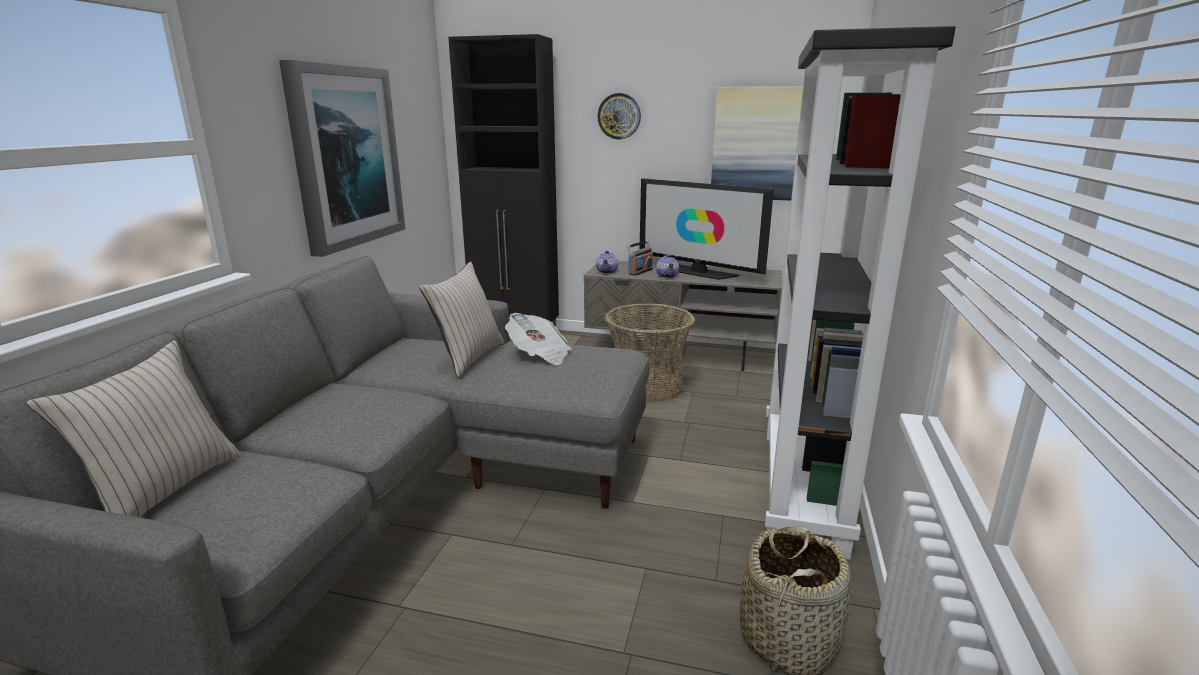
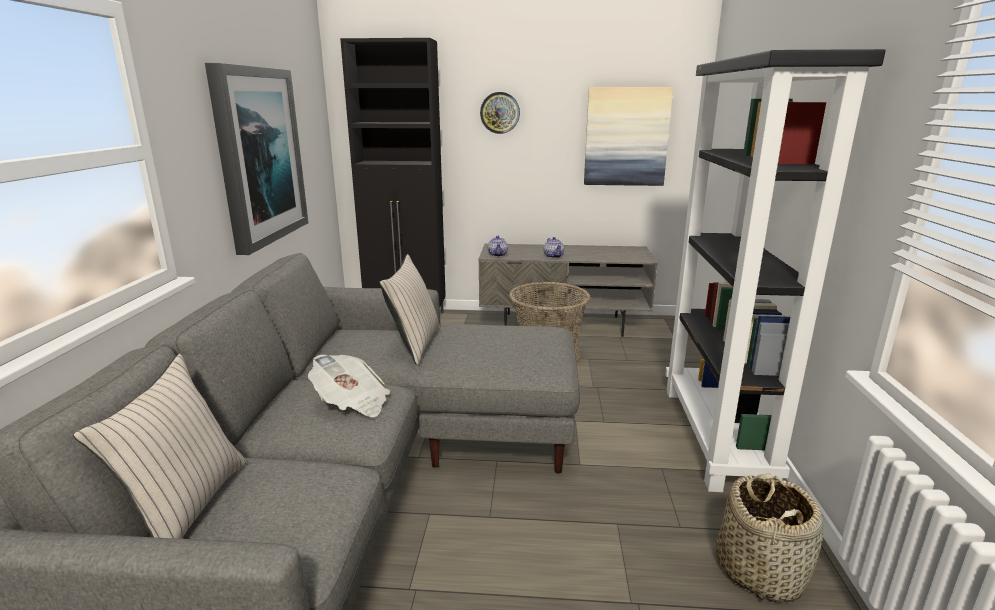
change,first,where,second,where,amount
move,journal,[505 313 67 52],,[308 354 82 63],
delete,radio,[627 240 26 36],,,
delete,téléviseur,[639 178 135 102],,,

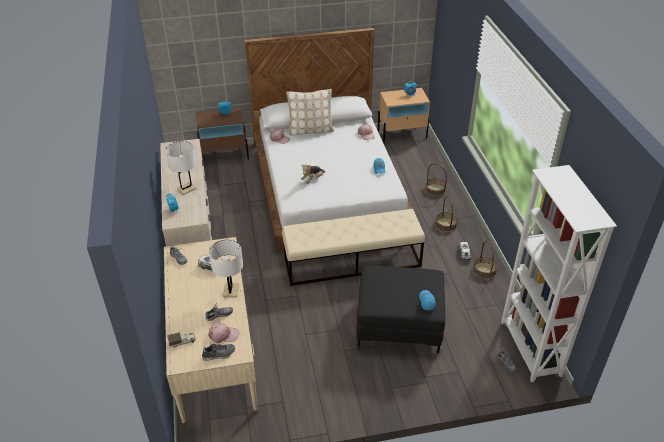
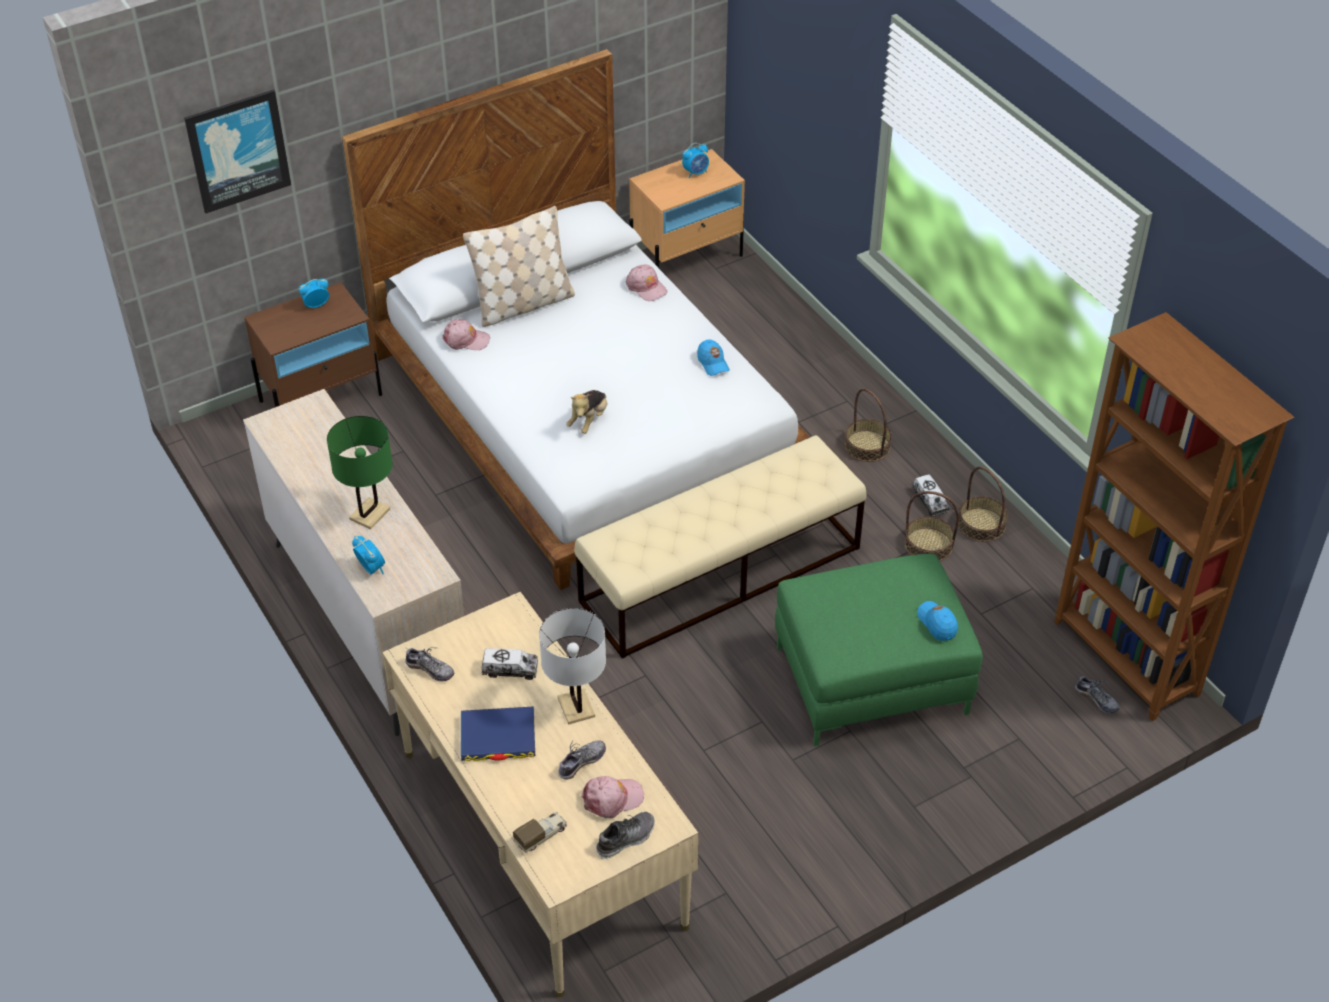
change,first,where,second,where,amount
insert,,,tableau,[184 90 107 123],
recolor,lampe de table (blanc),[166 141 30 54],lampe de table (vert),[327 416 66 113],
insert,,,livre (bleu),[461 706 74 55],
recolor,pouf (noir),[356 265 89 88],pouf (vert),[775 554 208 192],
move,panier,[425 163 22 33],,[905 491 54 70],
recolor,bibliothèque (blanc),[501 165 116 217],bibliothèque (marron),[1054 312 240 409],

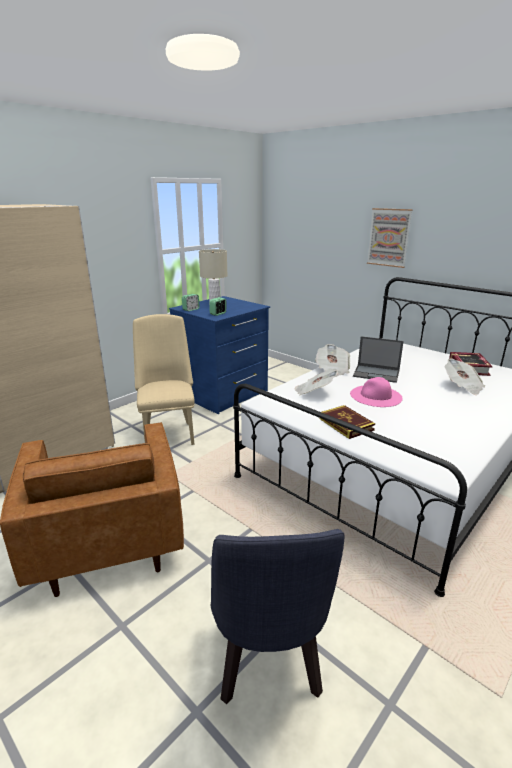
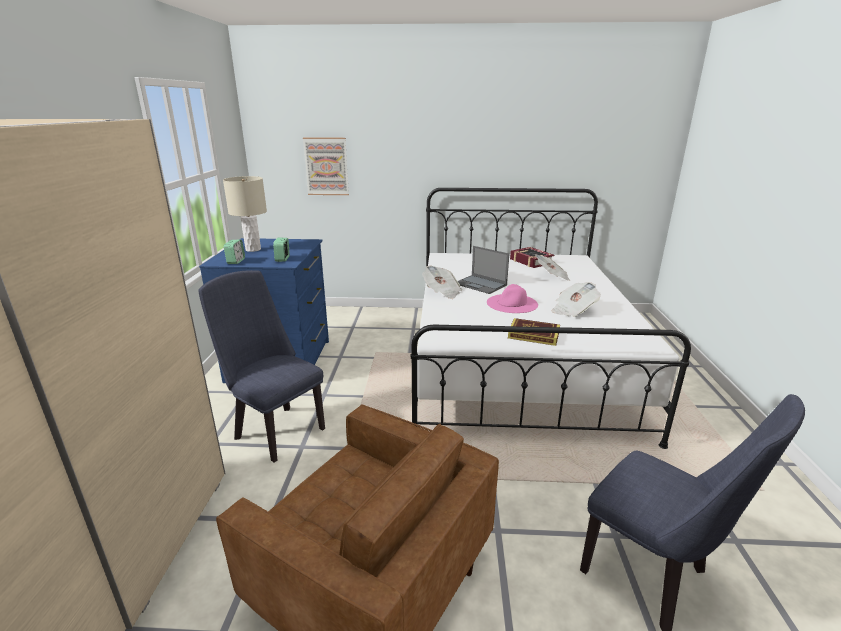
change,first,where,second,where,amount
recolor,chaise (beige),[133 314 62 131],chaise (bleu),[198 270 127 193],
move,tableau,[367 208 46 60],,[303 137 46 58],
rotate,ordinateur portable,[353 336 51 47],,[458 246 51 48],60 degrees clockwise
move,journal,[294 369 44 27],,[552 282 49 35],

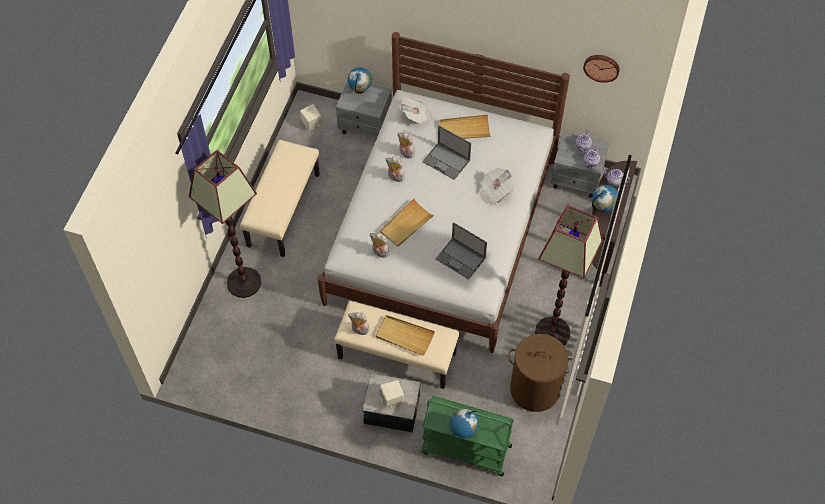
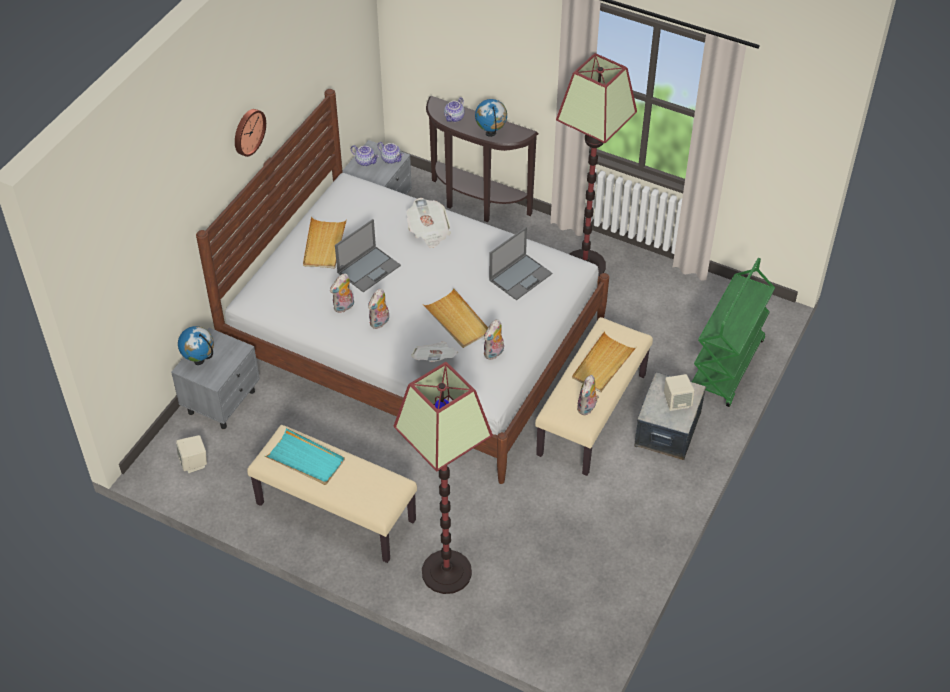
change,first,where,second,where,amount
move,horloge murale,[583 55 37 28],,[235 109 31 48],
insert,,,plateau (turquoise),[265 428 80 57],
move,journal,[399 97 36 27],,[411 341 48 21],
delete,globe,[450 409 29 29],,,
delete,panier à linge (marron),[508 334 64 78],,,

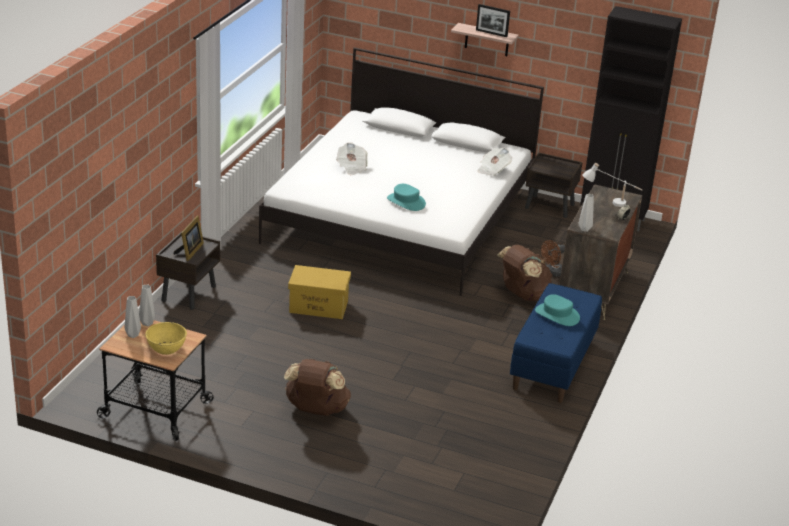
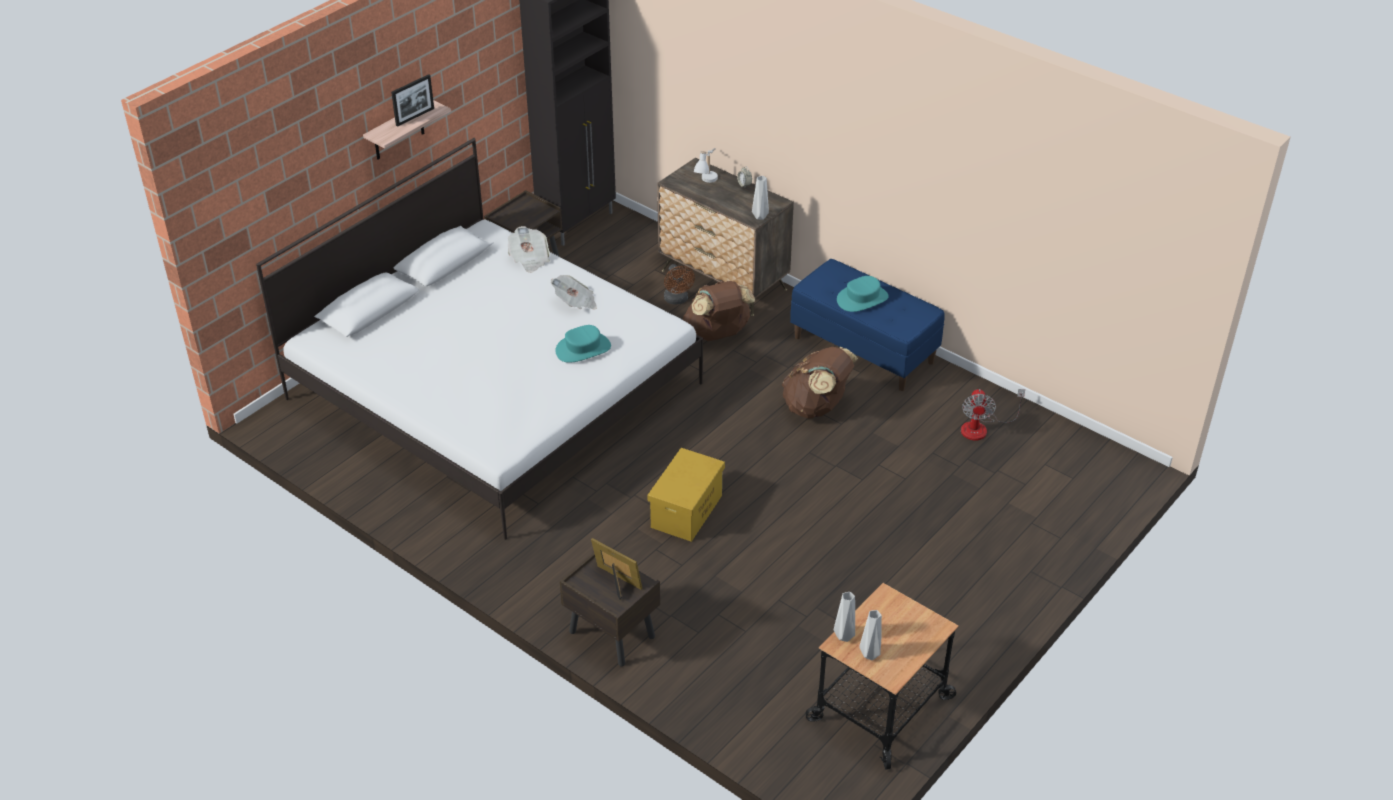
change,first,where,second,where,amount
move,journal,[336 142 32 33],,[551 275 46 34],
move,sac à dos (marron),[284 359 67 57],,[782 347 76 72],
insert,,,ventilateur,[961 389 64 52],
delete,bol (jaune),[145 322 42 33],,,

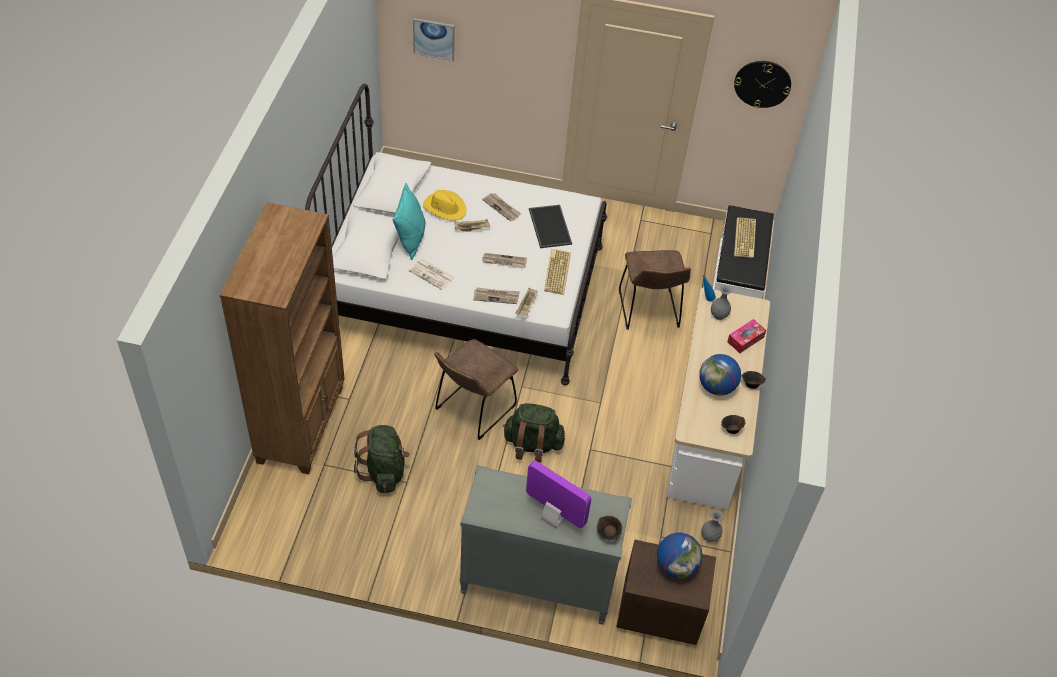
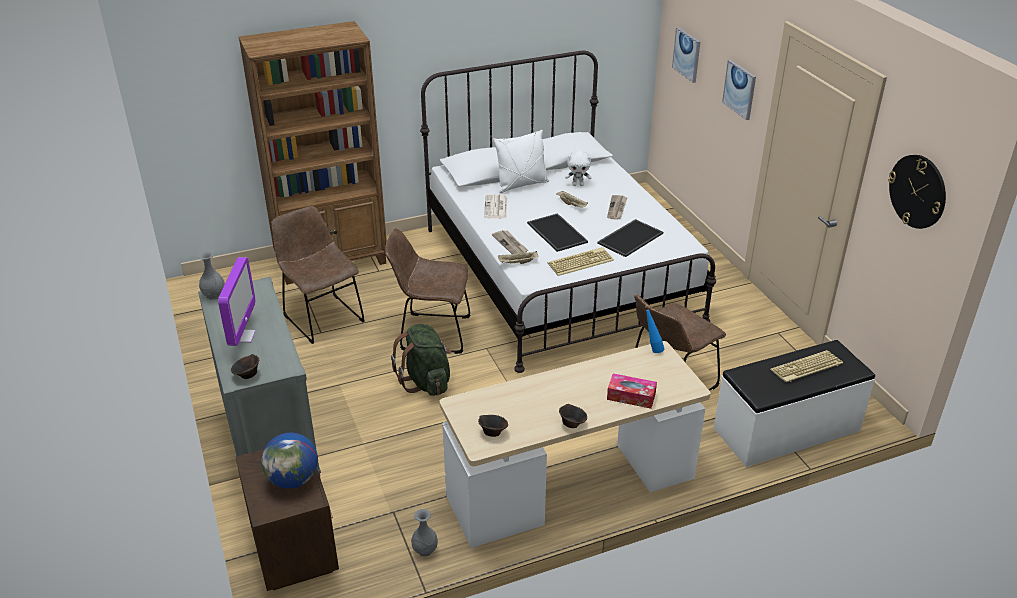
change,first,where,second,where,amount
move,vase (gris),[711 285 21 35],,[198 251 27 49],
replace,sac à dos (vert),[354 425 56 68],chaise (marron),[271 206 94 138],
recolor,coussin (turquoise),[392 183 34 77],coussin (blanc),[493 130 56 63],
replace,journal,[482 253 45 16],plateau,[527 213 61 39],
replace,chapeau (jaune),[423 190 44 31],peluche (blanc),[565 150 26 36],
insert,,,tableau,[722 60 34 60],
delete,globe,[699 354 42 42],,,

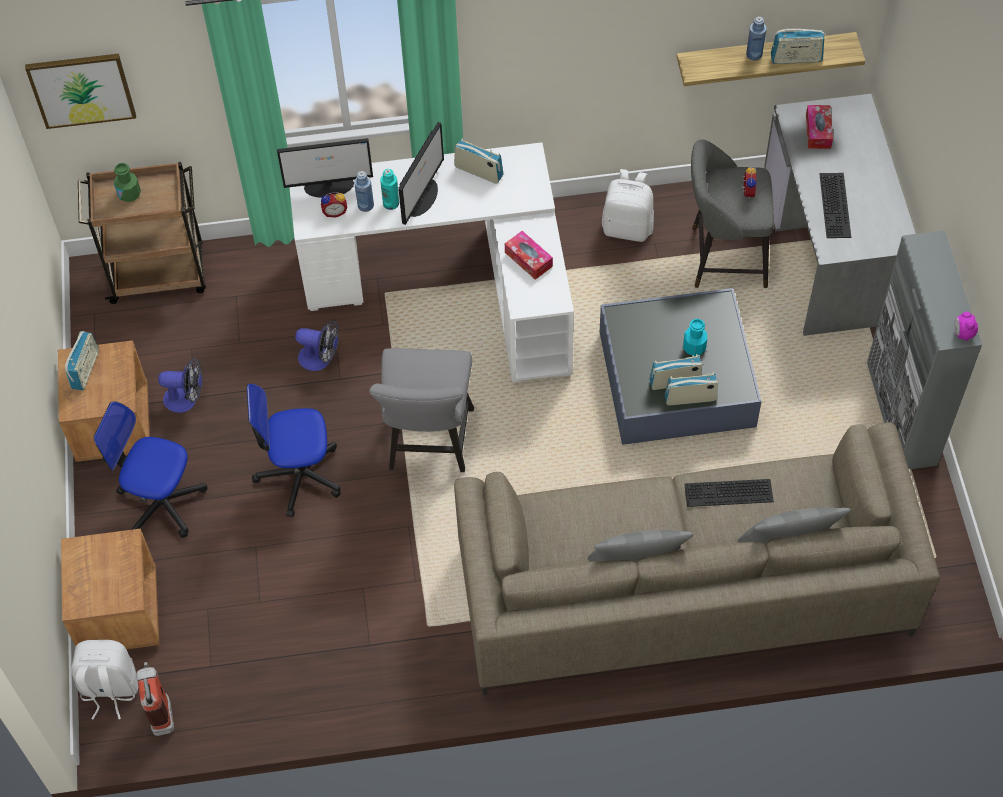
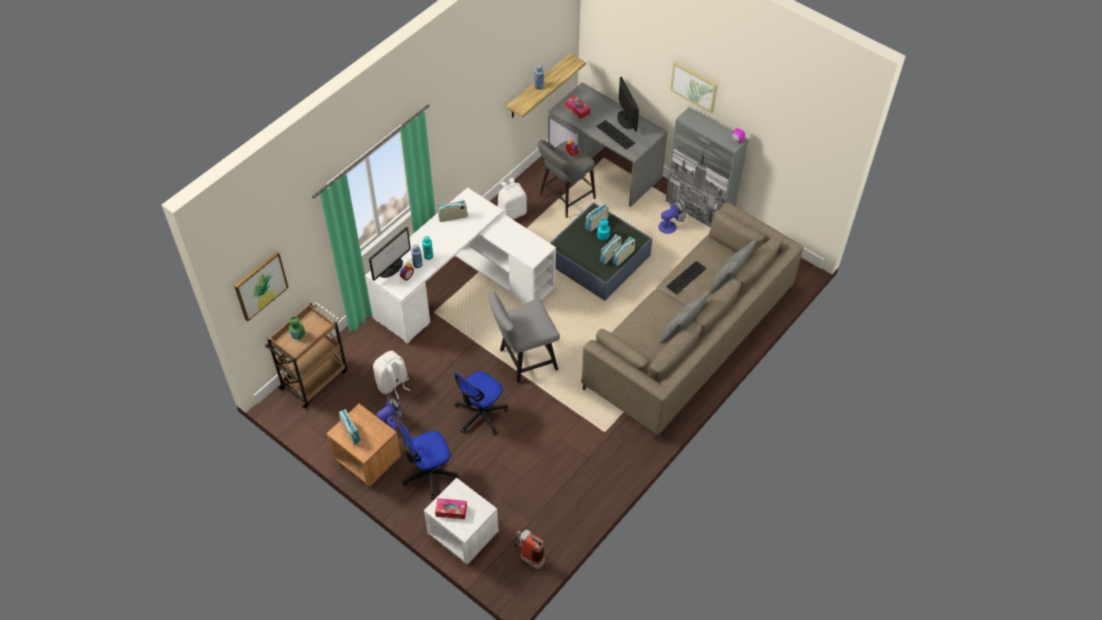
change,first,where,second,where,amount
move,sac à dos (blanc),[71 640 67 80],,[373 351 37 48],
recolor,table de chevet (marron),[61 529 98 120],table de chevet (blanc),[424 478 75 87],
move,boîte à mouchoirs,[505 231 48 49],,[435 498 32 21],
rotate,chaise (gris),[369 348 105 124],,[489 291 71 92],105 degrees clockwise
move,radio,[771 29 54 35],,[585 204 24 28],
move,écran d'ordinateur,[398 122 46 103],,[617 77 22 55],
move,ventilateur,[295 320 44 51],,[658 199 28 35],
insert,,,tableau,[670 62 48 51],

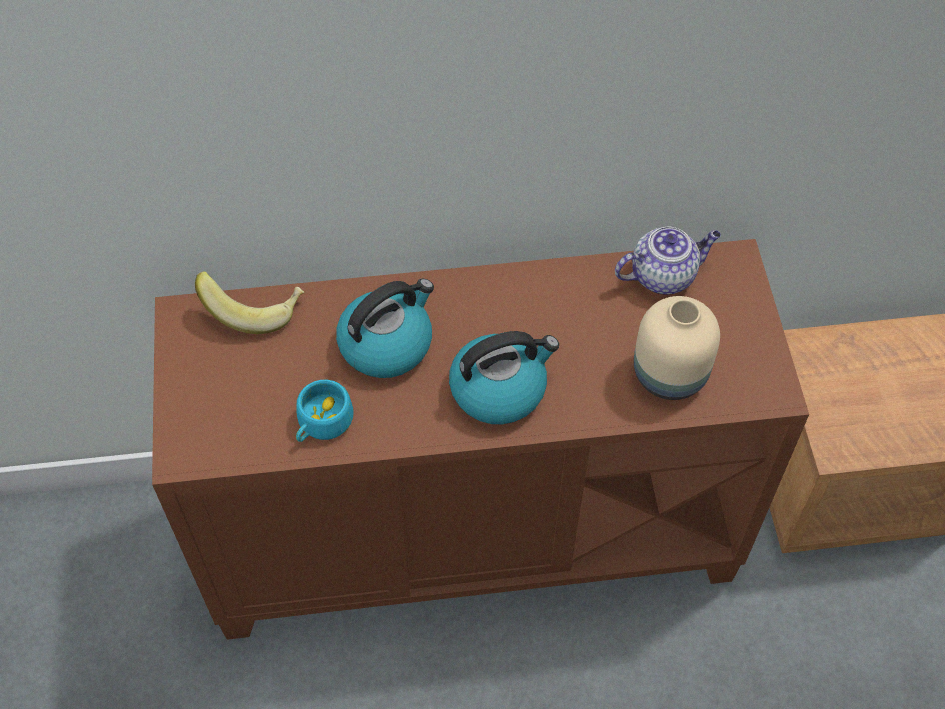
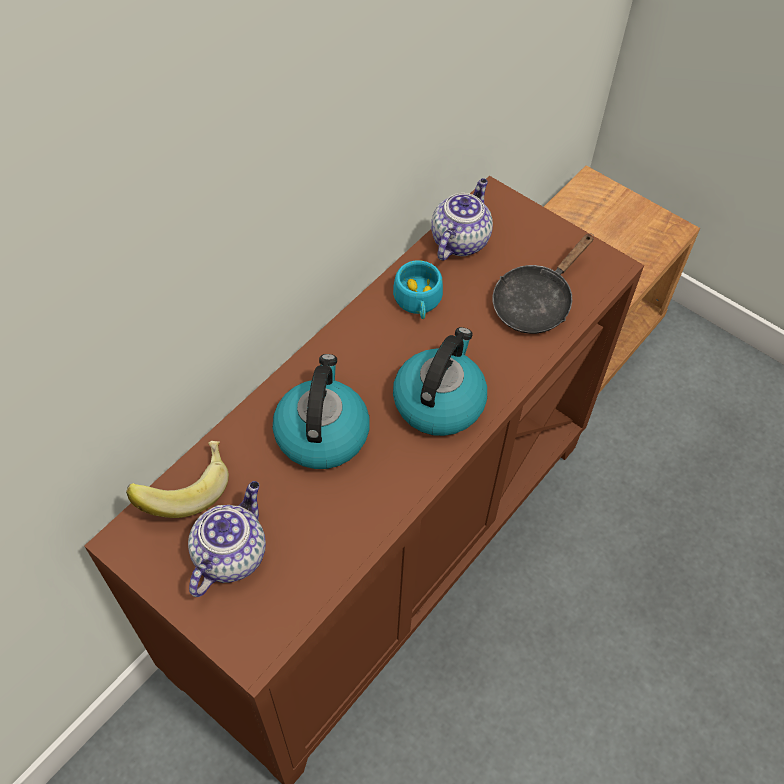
change,first,where,second,where,amount
insert,,,théière,[188 481 78 116],
move,tasse (turquoise),[296 380 58 62],,[393 260 50 59],
replace,vase (beige),[634 296 86 104],poêle (noir),[493 234 101 100],

